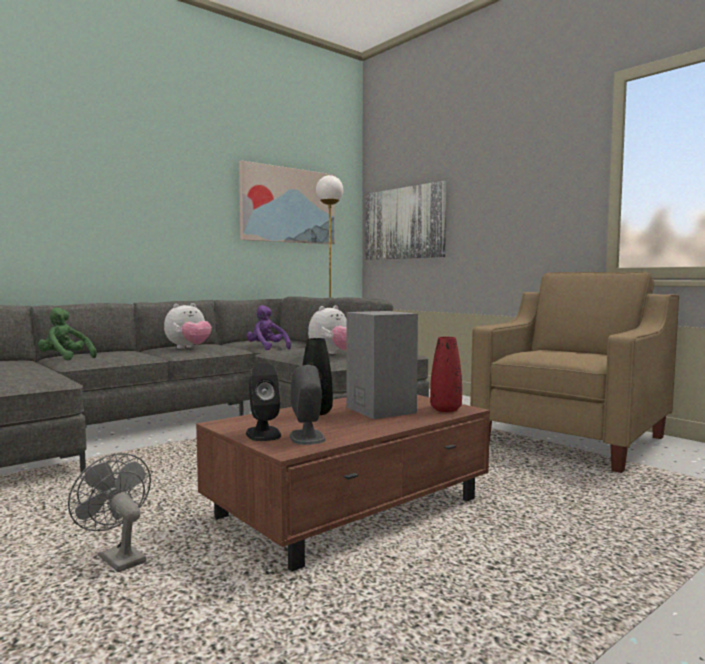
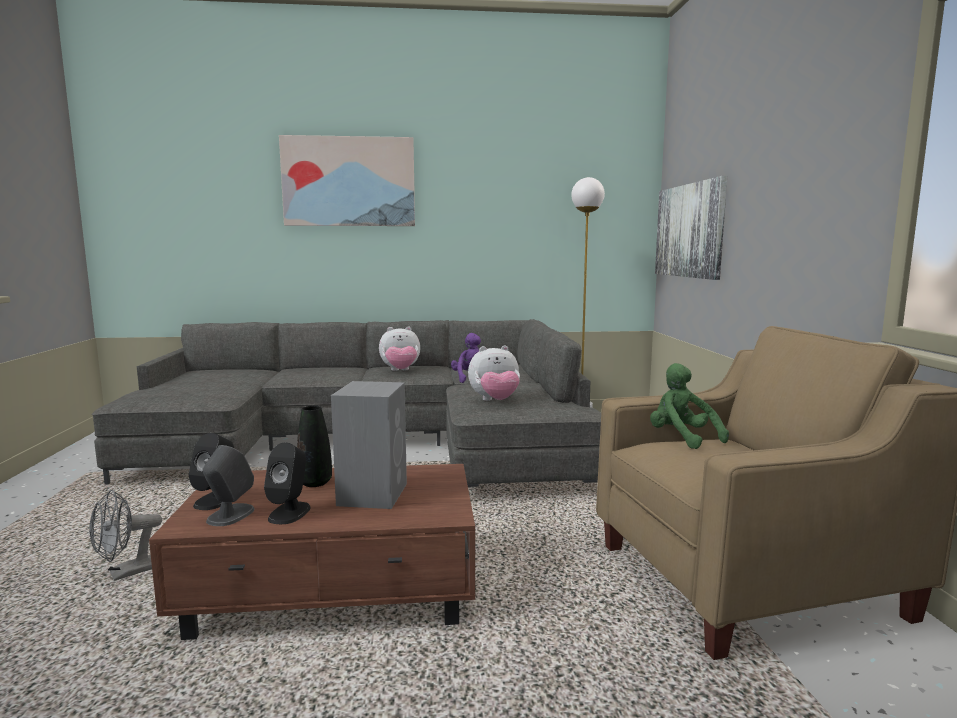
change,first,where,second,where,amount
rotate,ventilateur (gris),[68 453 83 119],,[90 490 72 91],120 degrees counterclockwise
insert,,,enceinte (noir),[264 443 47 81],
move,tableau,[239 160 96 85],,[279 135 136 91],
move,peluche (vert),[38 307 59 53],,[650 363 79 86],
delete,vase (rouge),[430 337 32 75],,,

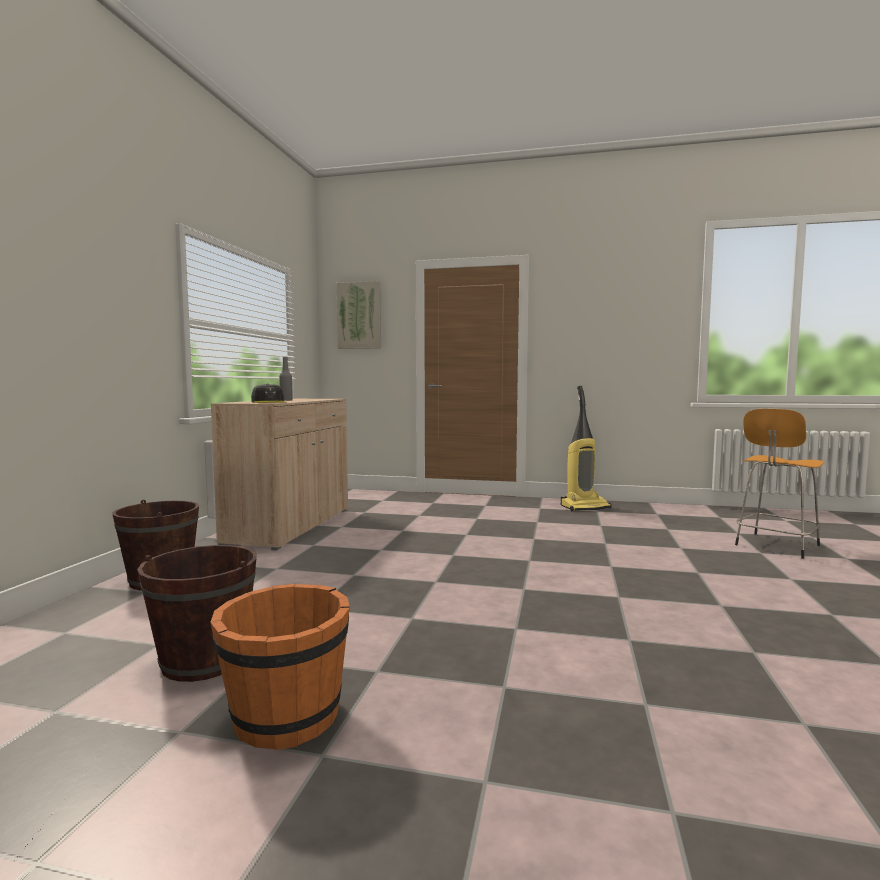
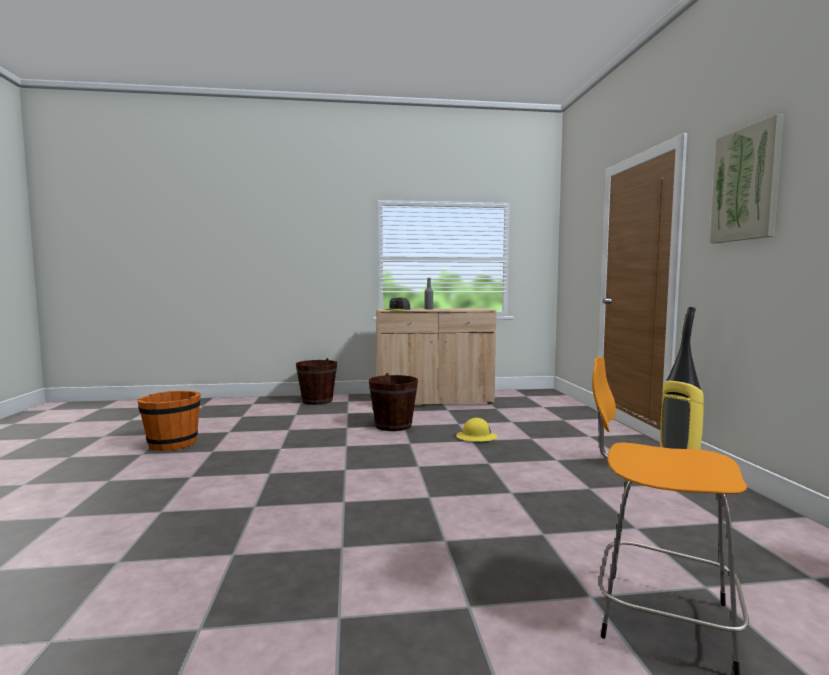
change,first,where,second,where,amount
move,seau (marron),[137 545 120 137],,[369 373 49 58],
insert,,,casque de chantier (jaune),[456 418 41 24],
move,tableau,[337 281 44 68],,[710 114 74 129],

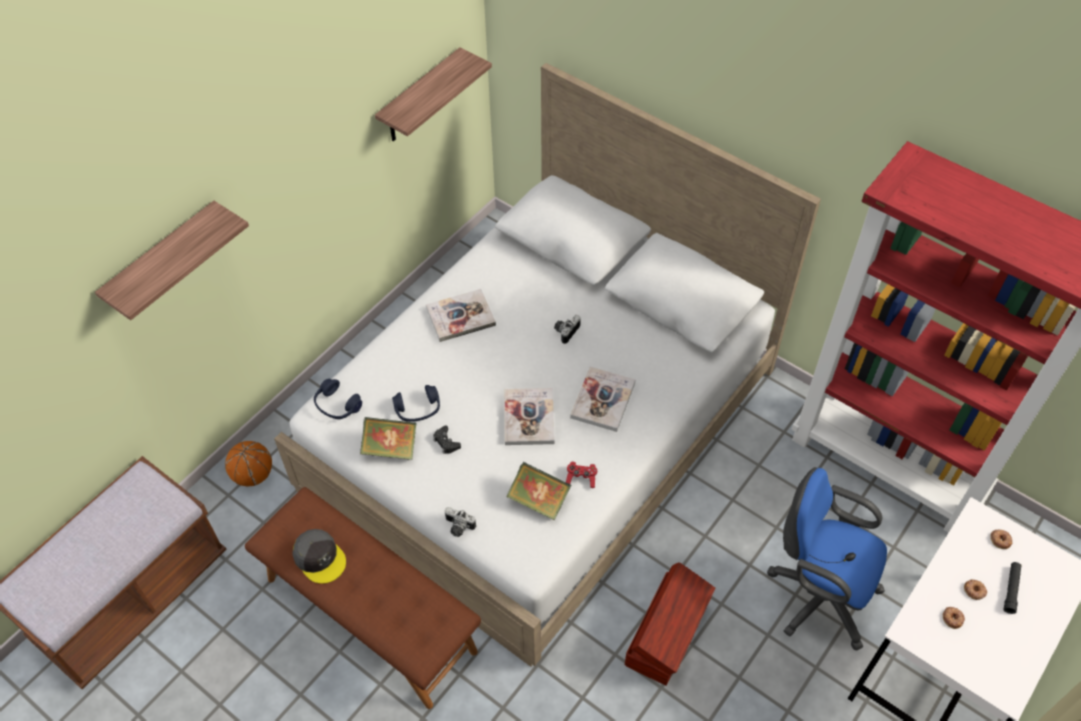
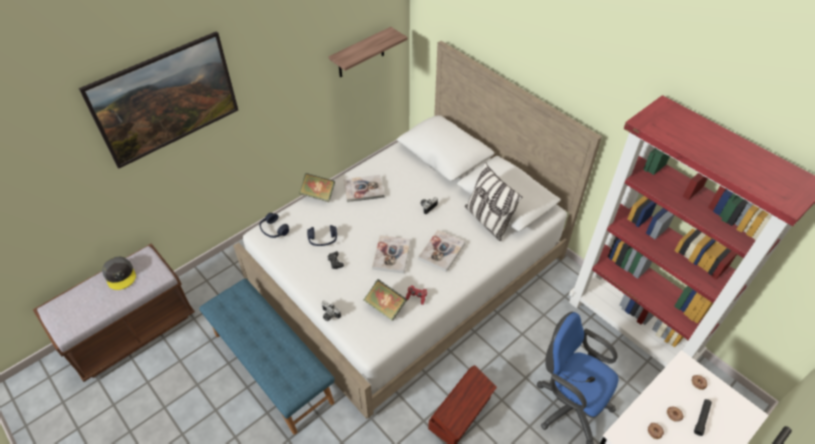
change,first,where,second,where,amount
replace,étagère,[95 201 154 119],tableau,[79 31 159 137],
move,casquette (gris),[292 529 54 55],,[102 256 34 34],
recolor,banc (marron),[245 487 236 222],banc (bleu),[199 279 136 156],
move,livre,[360 417 57 43],,[299 173 36 29],
insert,,,coussin,[465 162 58 79],
delete,ballon de basket,[225 441 47 45],,,

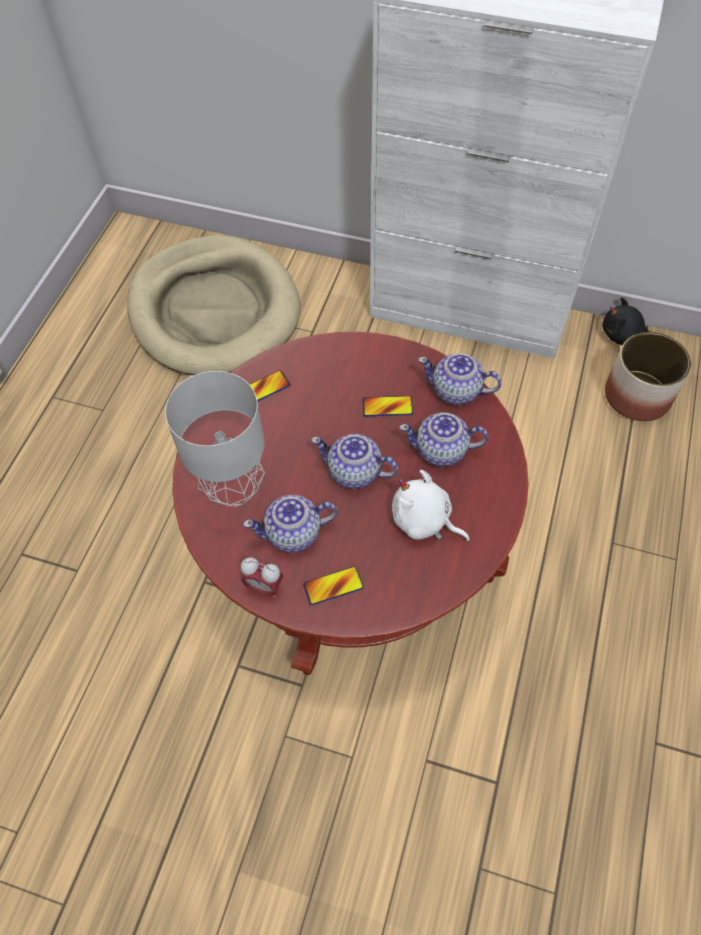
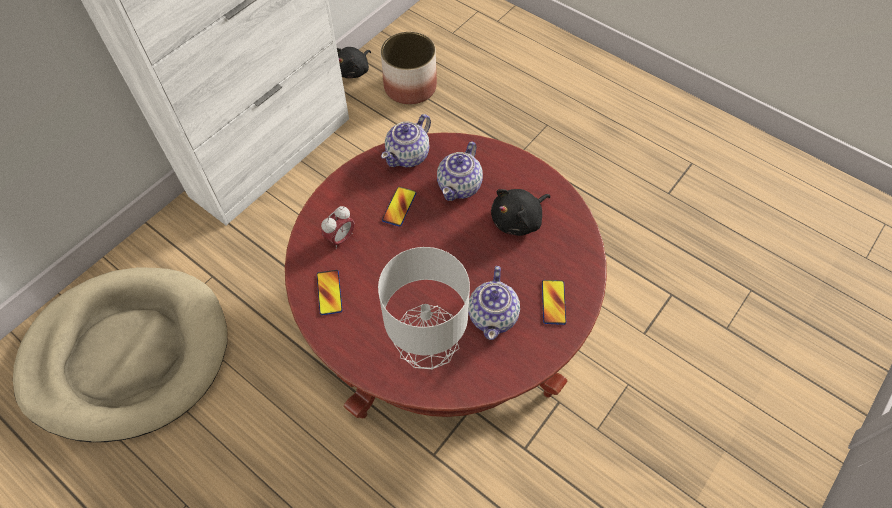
change,first,where,second,where,amount
move,réveil,[241 557 42 40],,[321 206 34 43],
recolor,peluche (blanc),[392 470 78 71],peluche (noir),[491 189 59 47],
delete,théière,[311 434 87 55],,,

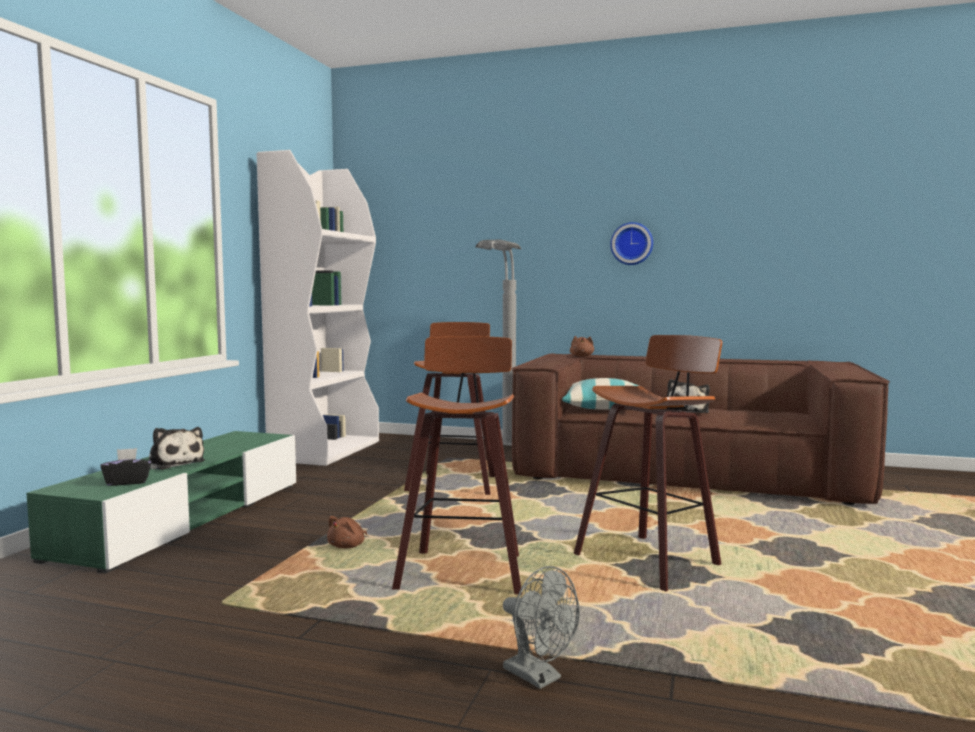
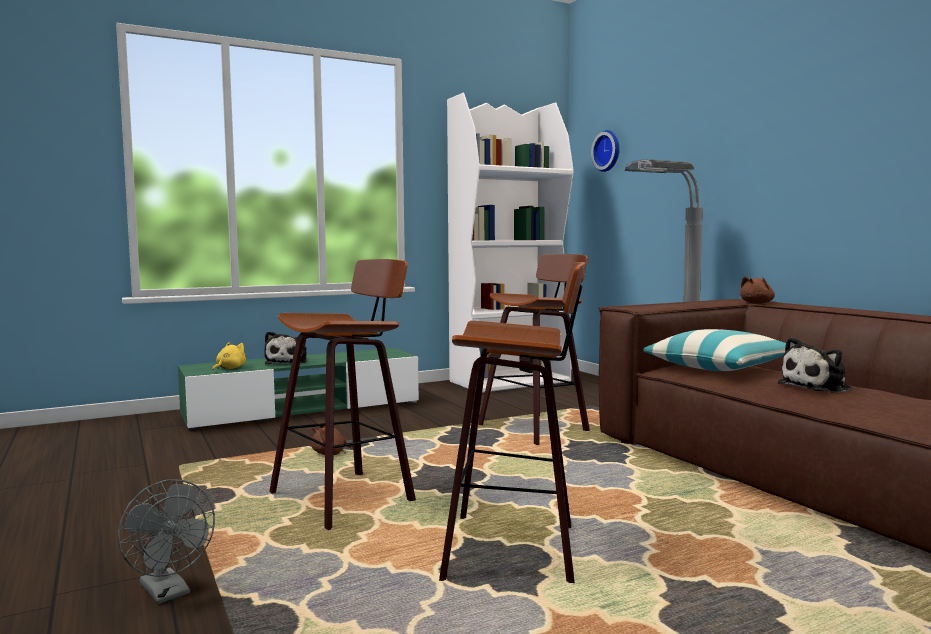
change,first,where,second,where,amount
rotate,ventilateur (gris),[503 566 77 123],,[118 479 97 125],45 degrees counterclockwise
replace,boîte à mouchoirs (noir),[100 448 52 38],peluche (jaune),[212 342 34 28],
move,horloge murale,[610 222 43 43],,[591 130 29 42],

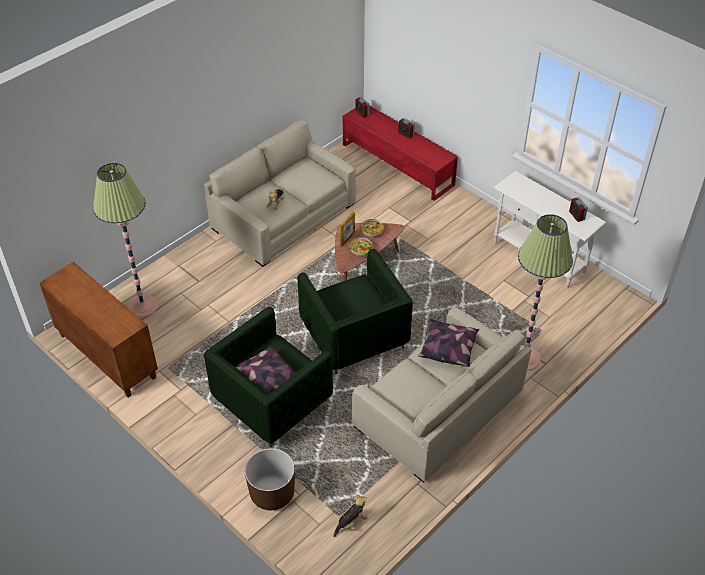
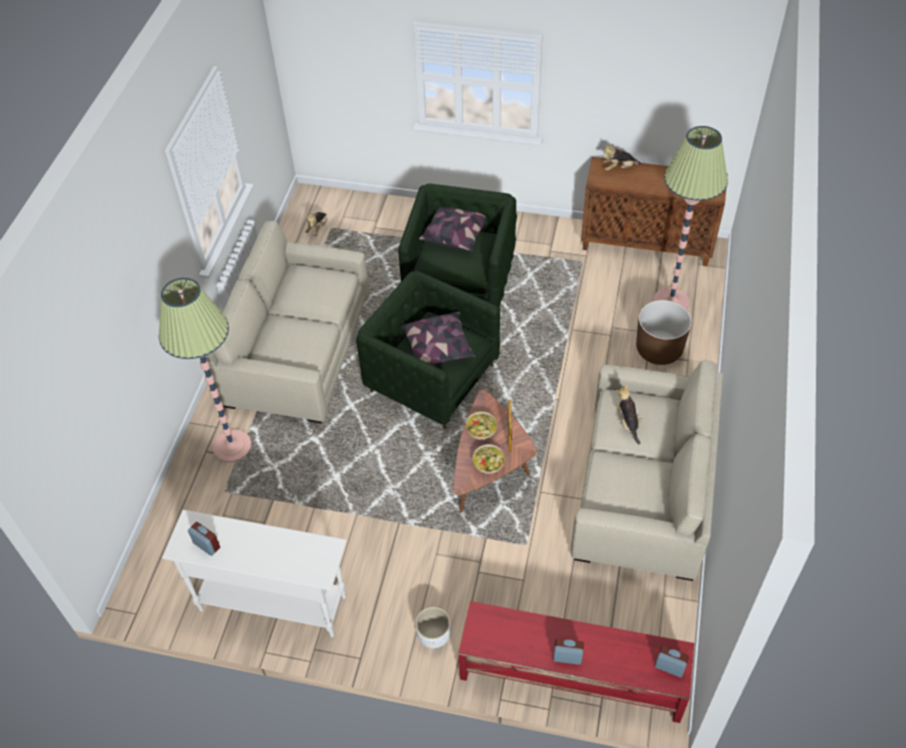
change,first,where,second,where,amount
move,coussin,[418 319 61 48],,[401 312 75 54],
insert,,,cache-pot (blanc),[415 607 36 41],
insert,,,peluche,[602 144 39 27],
move,cache-pot (marron),[245 448 50 62],,[636 300 56 65],

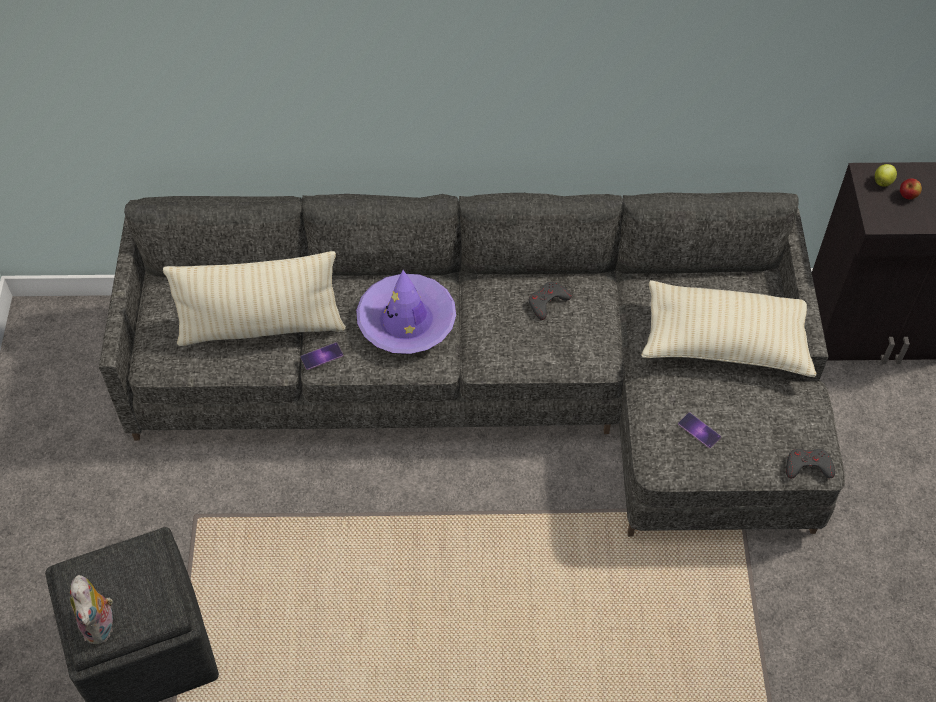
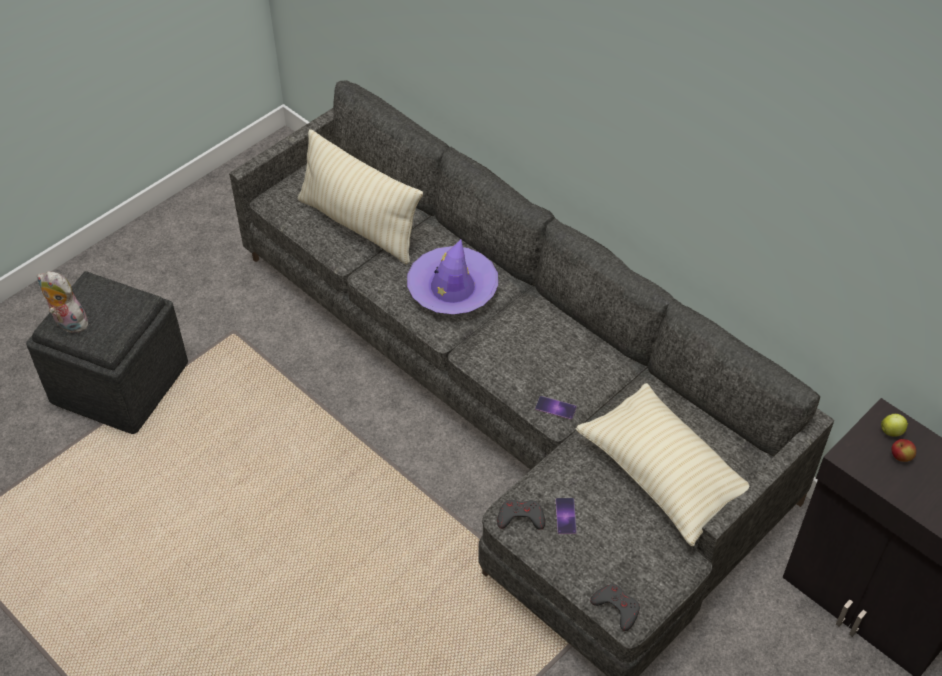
change,first,where,second,where,amount
rotate,peluche,[70 575 46 69],,[37 271 56 62],90 degrees clockwise
move,manette (gris),[529 282 43 38],,[497 500 48 30],
move,téléphone,[300 342 43 28],,[535 396 42 24],

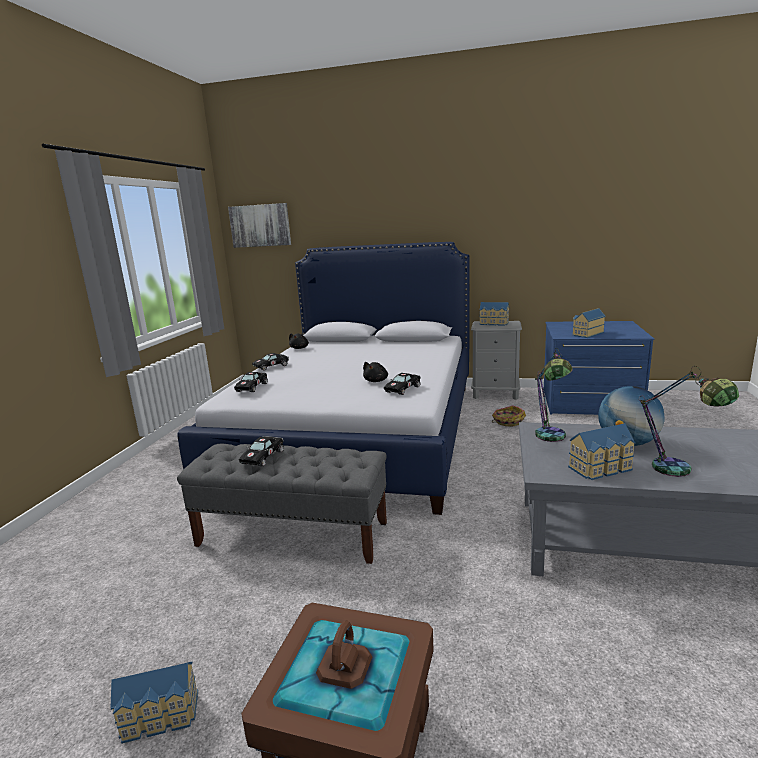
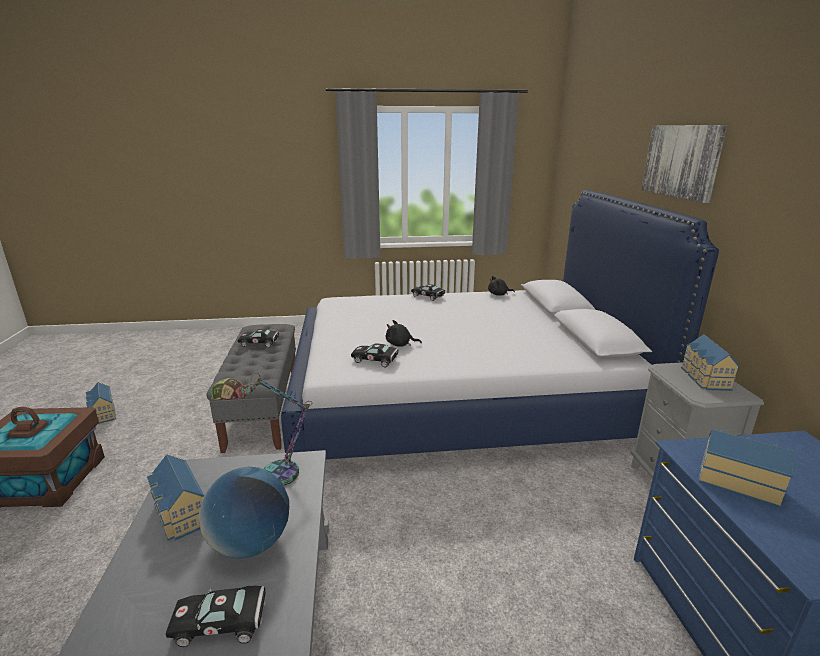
change,first,where,second,where,amount
move,petite voiture (noir),[234 372 34 20],,[166 586 100 61],
move,tableau,[228 203 63 45],,[641 125 86 78],
delete,panier,[492 405 34 21],,,
delete,lampe de table,[639 366 100 111],,,

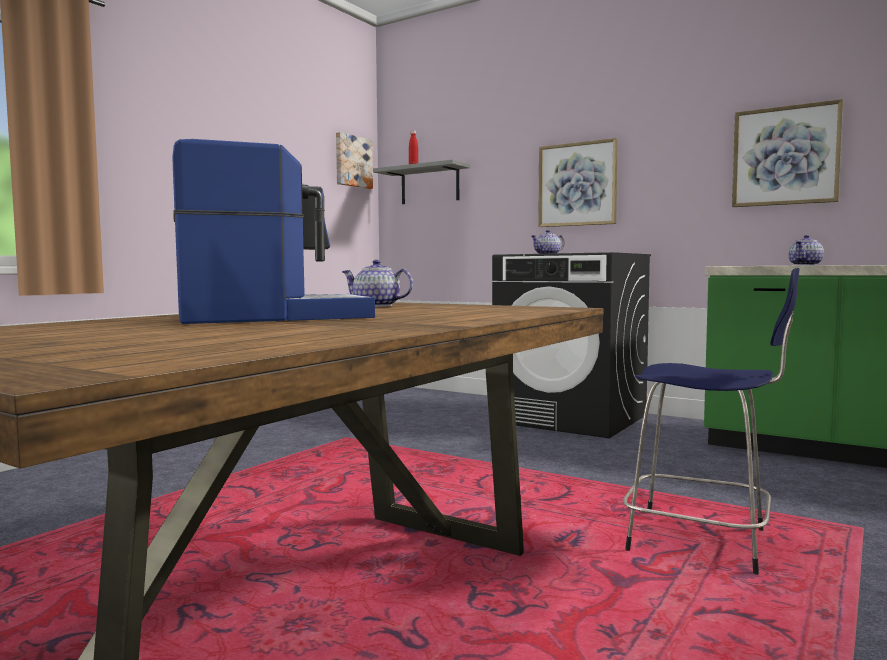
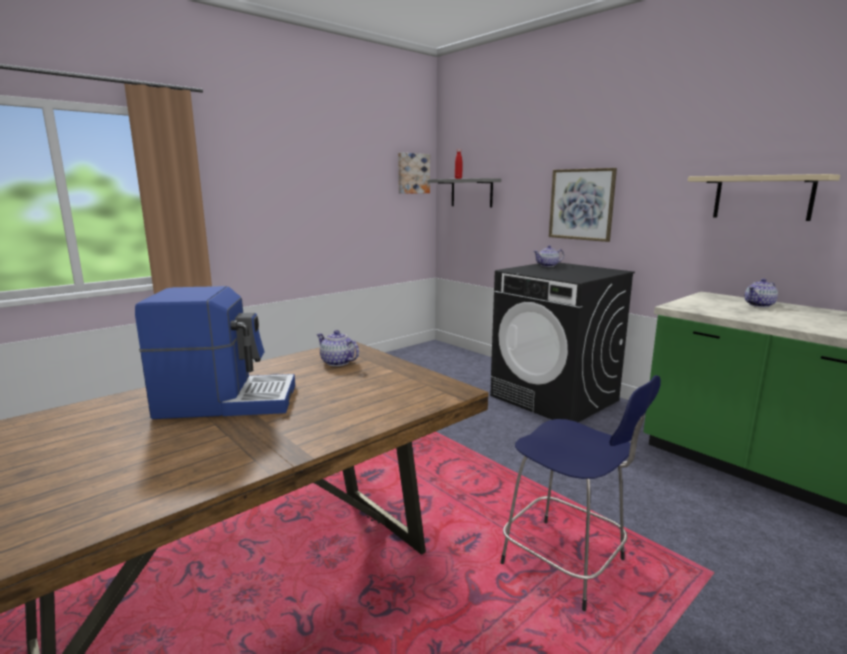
change,first,where,second,where,amount
replace,tableau,[732 99 111 108],étagère (beige),[688 174 152 47],

